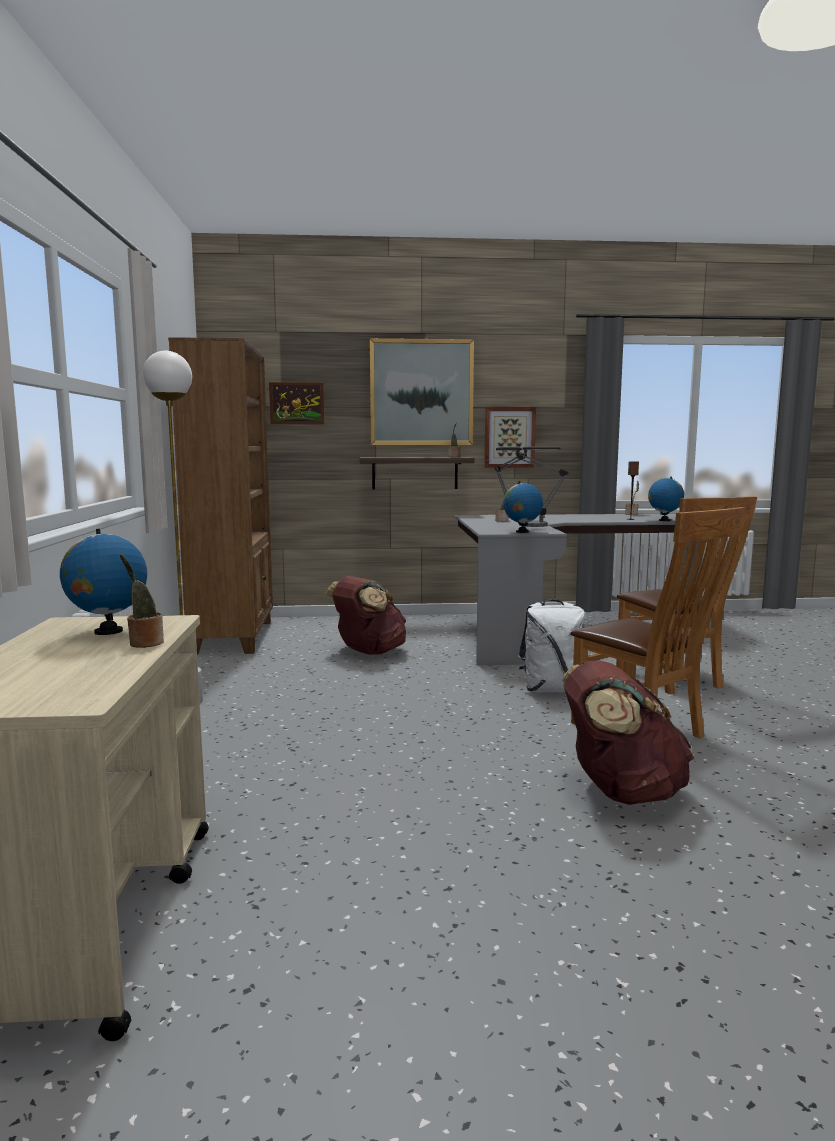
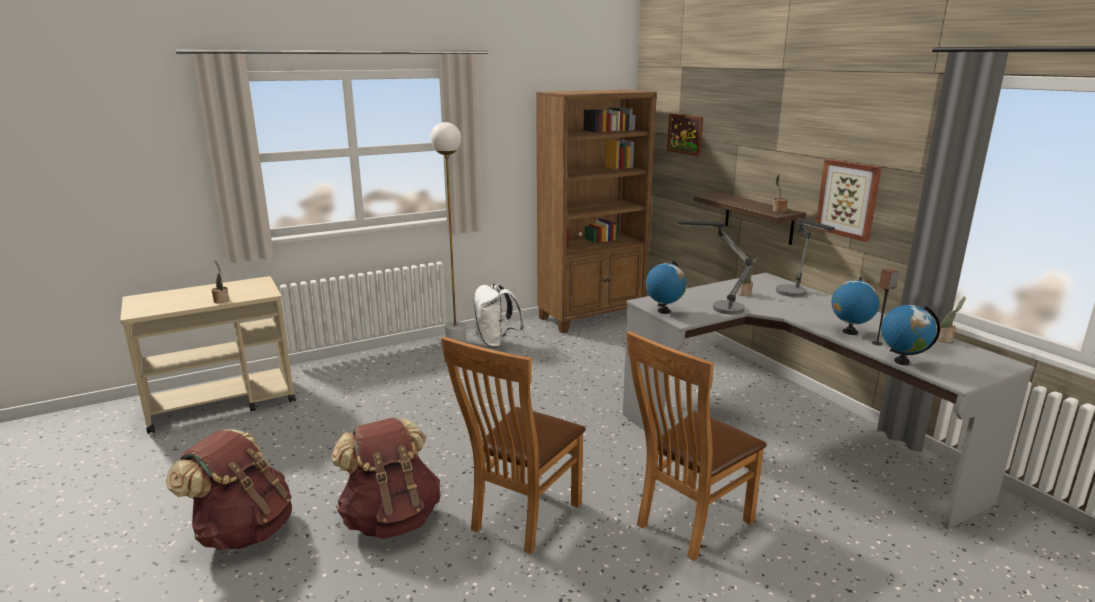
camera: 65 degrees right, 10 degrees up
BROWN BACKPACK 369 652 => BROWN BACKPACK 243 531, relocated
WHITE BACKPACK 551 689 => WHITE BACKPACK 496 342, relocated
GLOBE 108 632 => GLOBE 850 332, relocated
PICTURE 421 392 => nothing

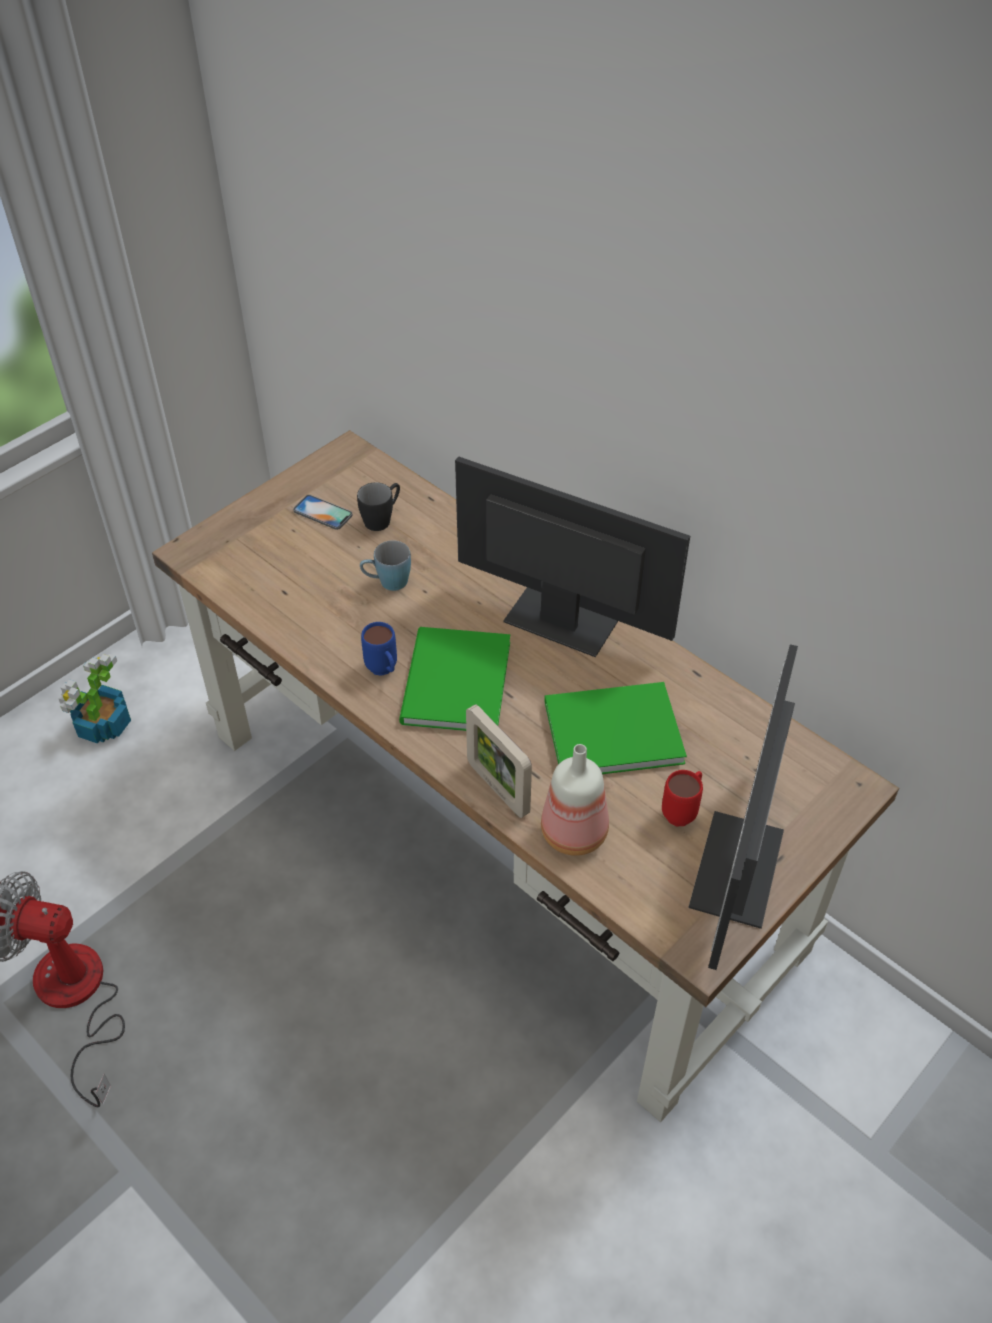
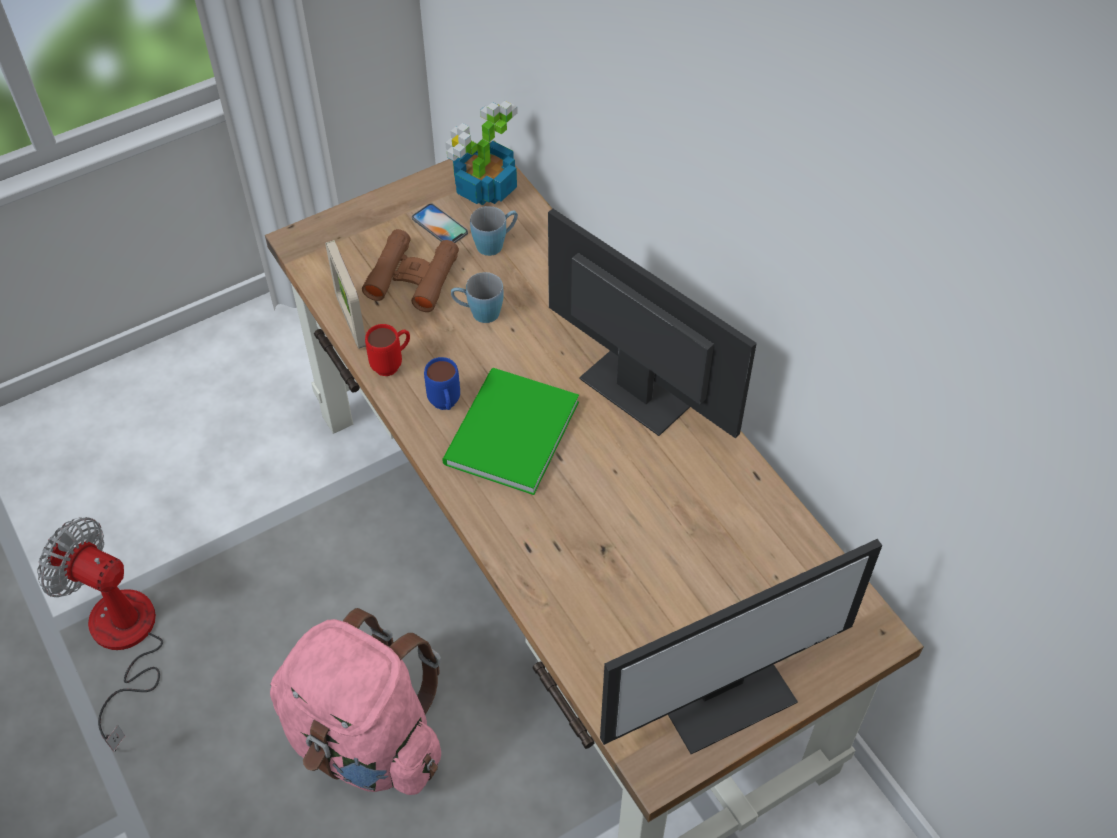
camera: 15 degrees right, 5 degrees up
nothing => PINK BACKPACK 365 739
PICTURE FRAME 498 788 => PICTURE FRAME 351 321, relocated
nothing => BROWN BINOCULARS 412 277
RED MUG 683 811 => RED MUG 392 364, relocated
POTTED PLANT 102 725 => POTTED PLANT 484 187, relocated
BLACK MUG 382 518 => BLUE MUG 495 243
MONITOR 739 870 => MONITOR 725 694, 150 degrees counterclockwise
BOTTLE 576 832 => nothing
GREEN BOOK 608 730 => nothing

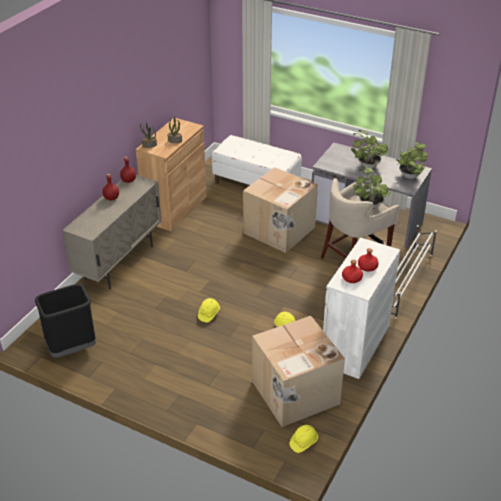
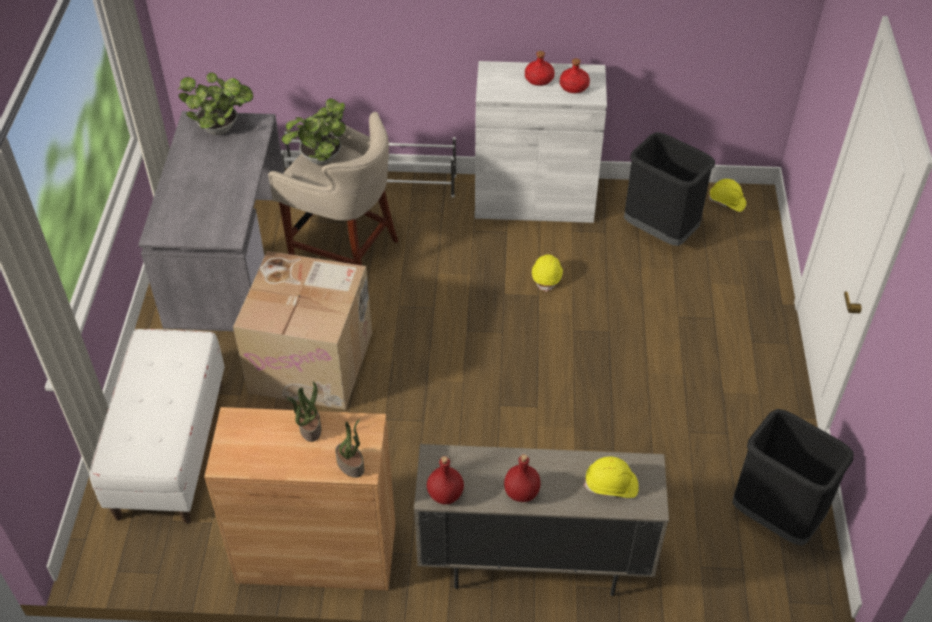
camera: 115 degrees left, 10 degrees up
YELLOW HARD HAT 209 314 => YELLOW HARD HAT 611 485, relocated
CARDBOARD BOX 295 393 => BLACK TRASH CAN 660 231
POTTED PLANT 367 165 => nothing

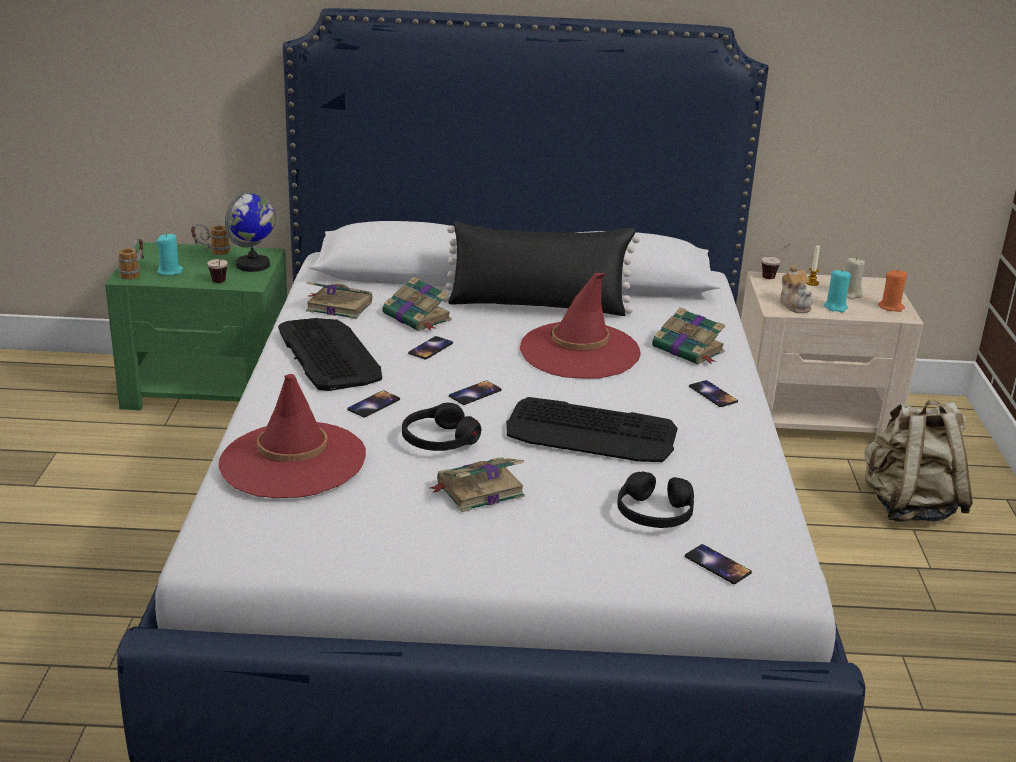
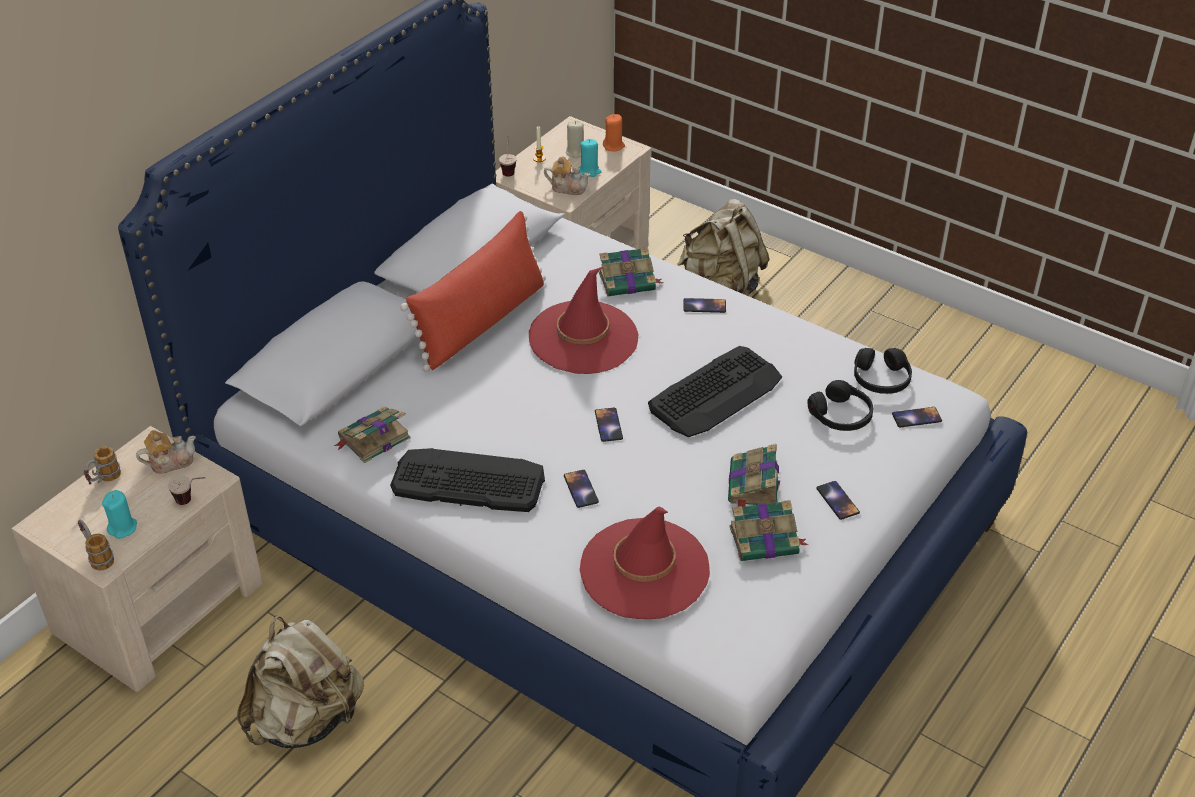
camera: 55 degrees left, 15 degrees up
GREEN NIGHTSTAND 208 387 => BEIGE NIGHTSTAND 160 606
GLOBE 253 265 => TEAPOT 170 462
nothing => BEIGE BACKPACK 306 720
BLACK PILLOW 538 306 => RED PILLOW 481 322
BOOK 418 317 => BOOK 765 540, relocated
PHONE 431 348 => PHONE 837 500, relocated
BLACK HEADPHONES 438 440 => BLACK HEADPHONES 881 379, relocated

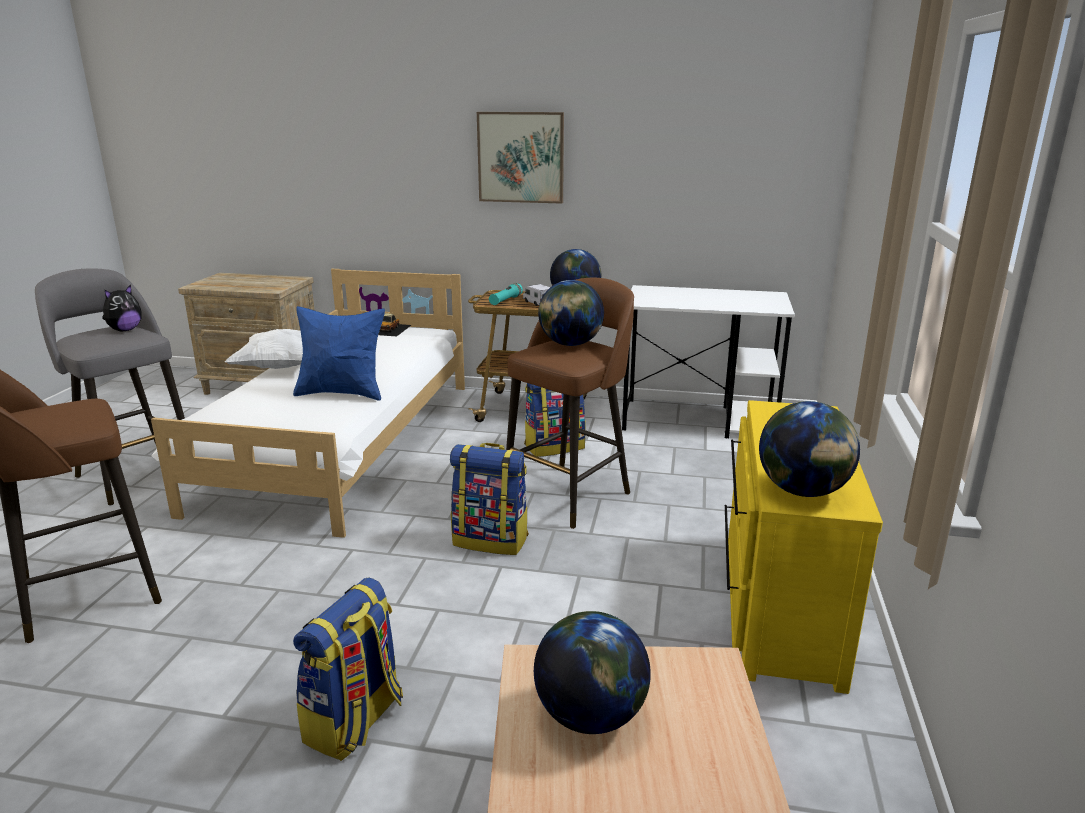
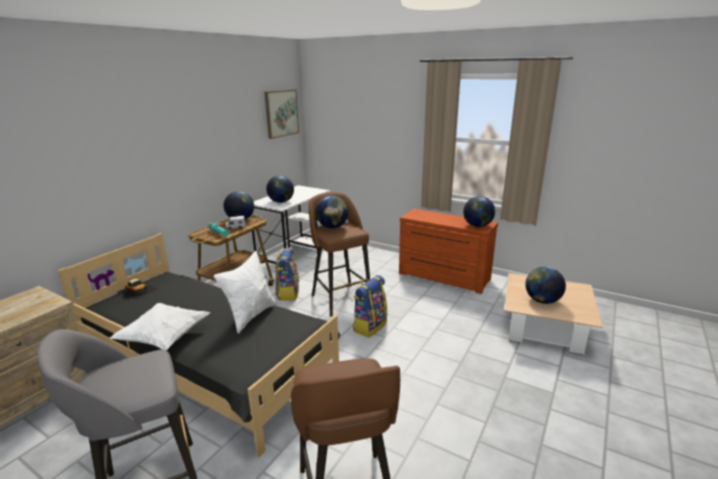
camera: 70 degrees left, 0 degrees up
WHITE BED 344 443 => BLACK BED 209 363
BLUE PILLOW 342 393 => WHITE PILLOW 251 315
PICTURE 521 157 => PICTURE 281 113, relocated
nothing => GLOBE 281 202
YELLOW DRESSER 776 604 => BROWN DRESSER 443 277
PLUSH TOY 125 330 => nothing
BACKPACK 355 722 => nothing

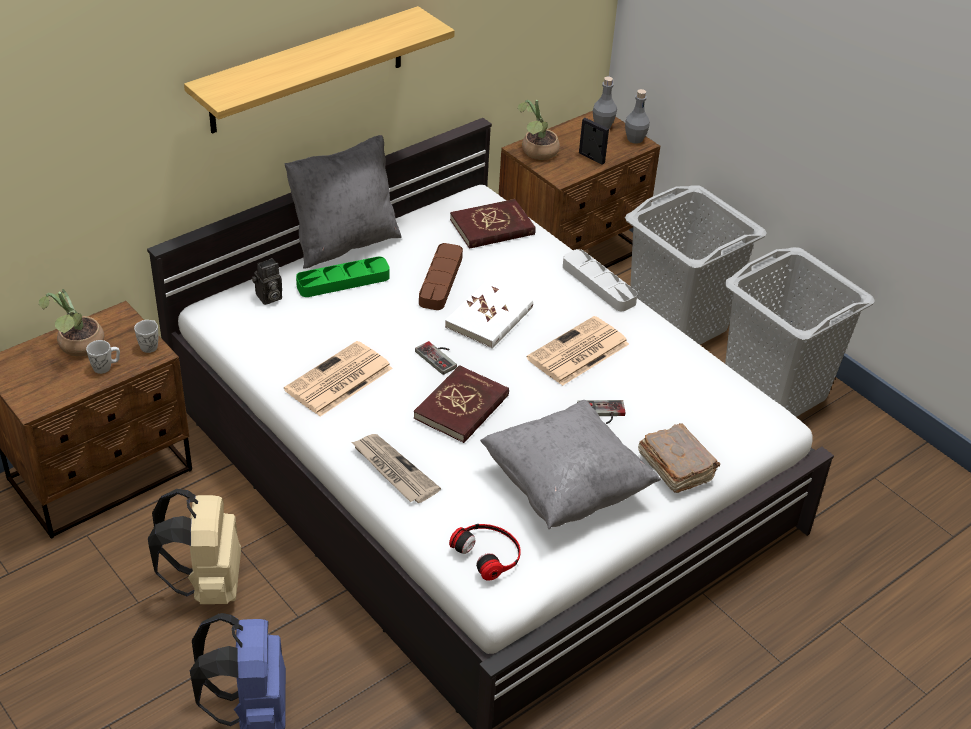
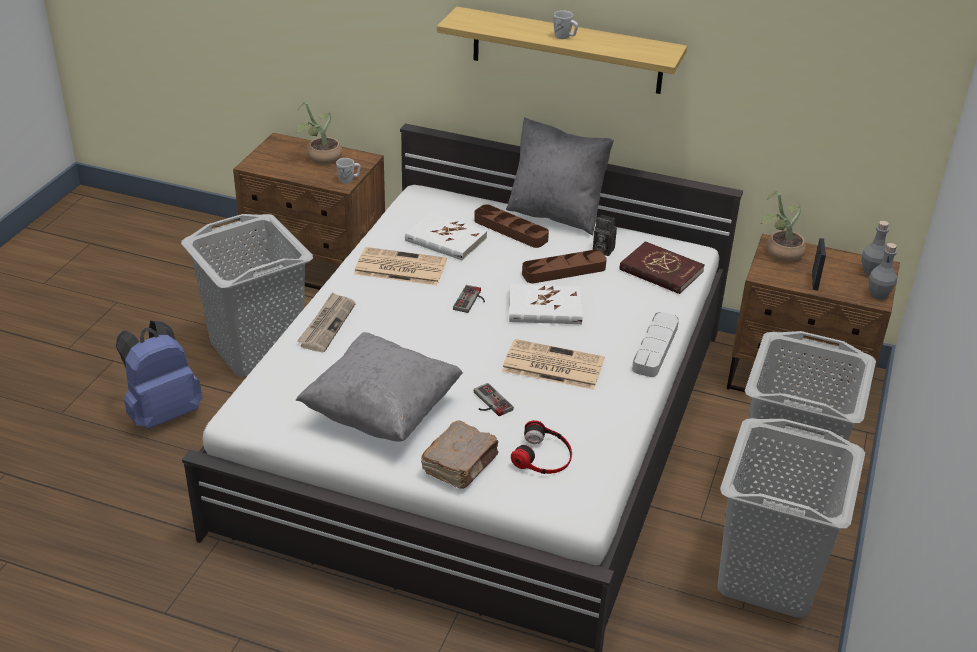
camera: 60 degrees right, 5 degrees down
BEIGE BACKPACK 206 583 => GREY LAUNDRY BASKET 257 348
nothing => WHITE BOOK 445 239
GREEN TRAY 343 281 => BROWN TRAY 510 230
HEADPHONES 488 553 => HEADPHONES 543 456, relocated
WHITE MUG 106 367 => WHITE MUG 565 37, relocated
PHOTO CAMERA 268 298 => PHOTO CAMERA 601 250, relocated
RED BOOK 462 407 => nothing

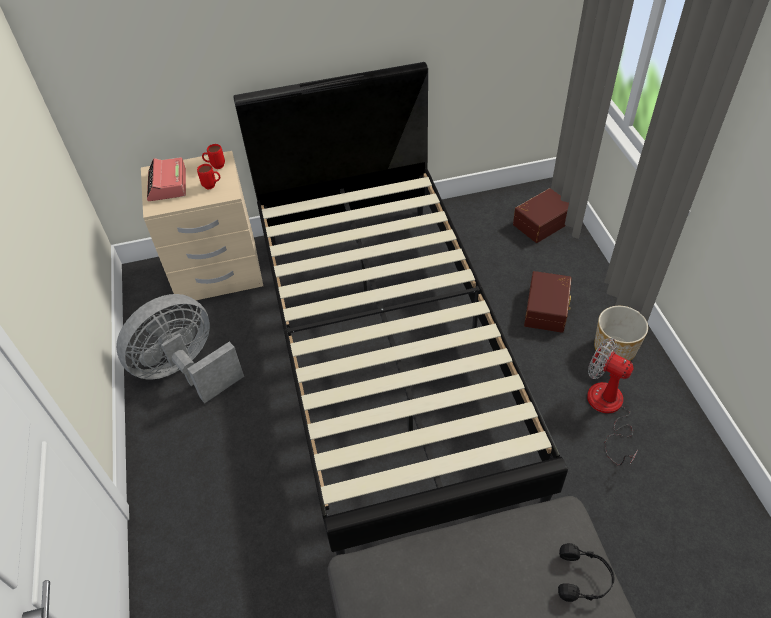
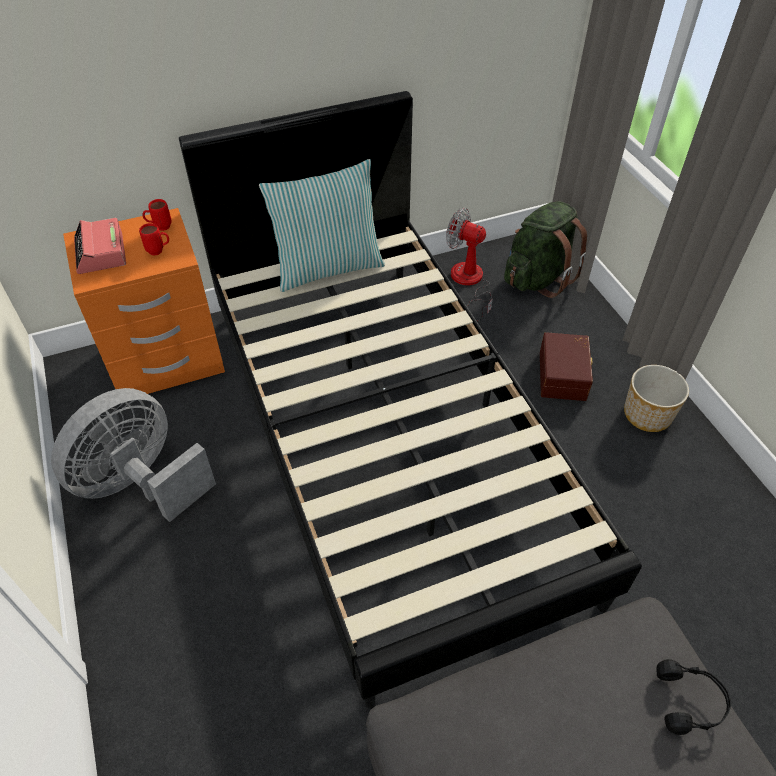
camera: 10 degrees left, 0 degrees up
BEIGE NIGHTSTAND 218 273 => ORANGE NIGHTSTAND 167 360
nothing => PILLOW 328 267
FAN 607 410 => FAN 469 283, relocated
BROWN STORAGE BOX 540 222 => GREEN BACKPACK 538 278

